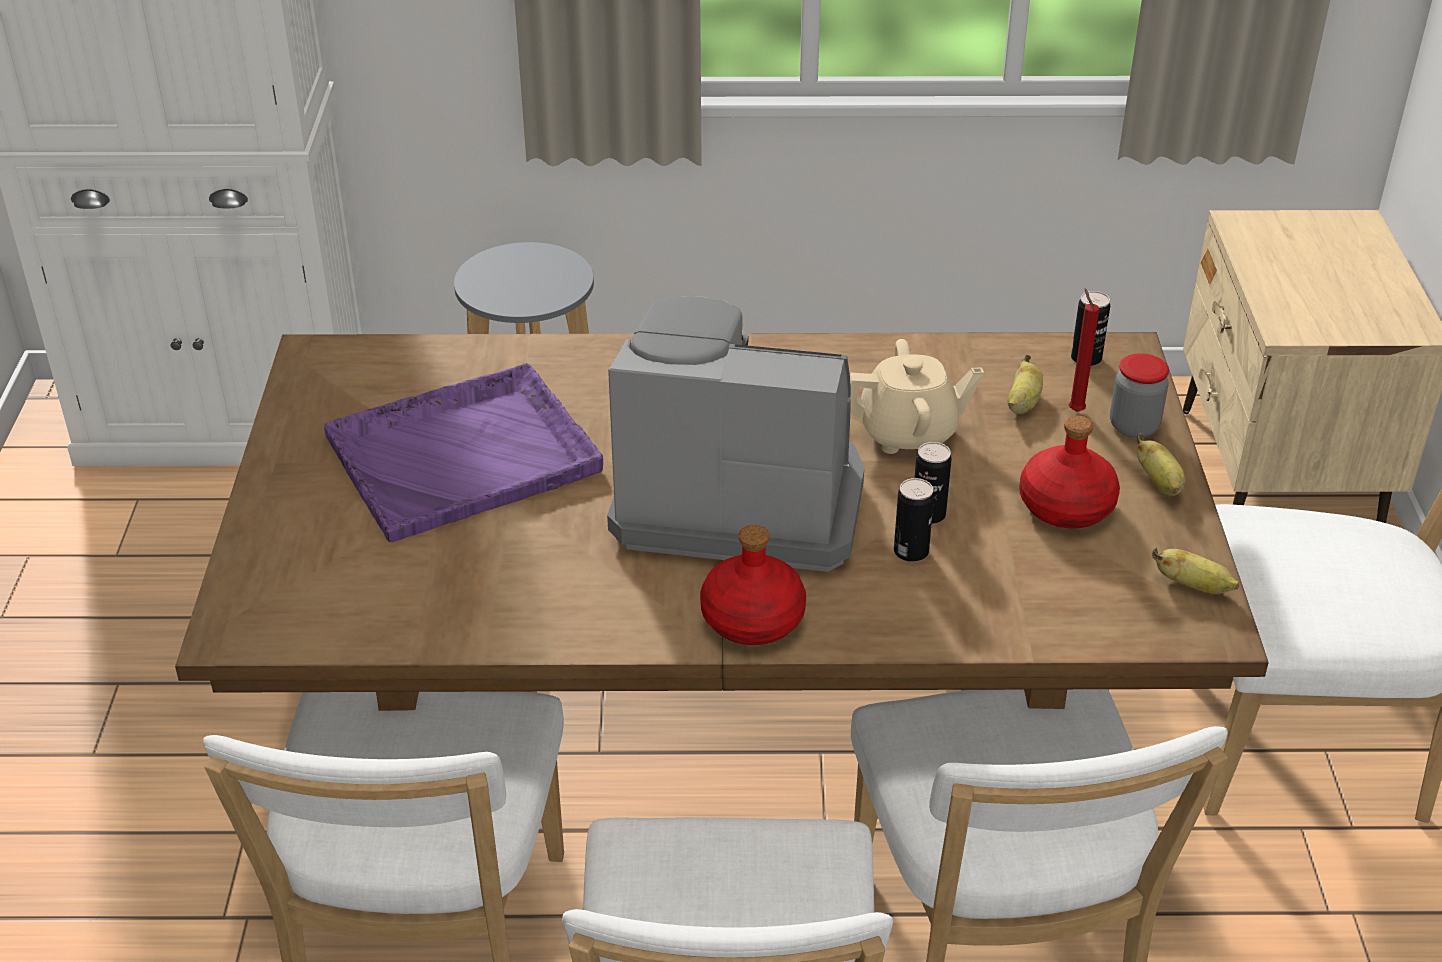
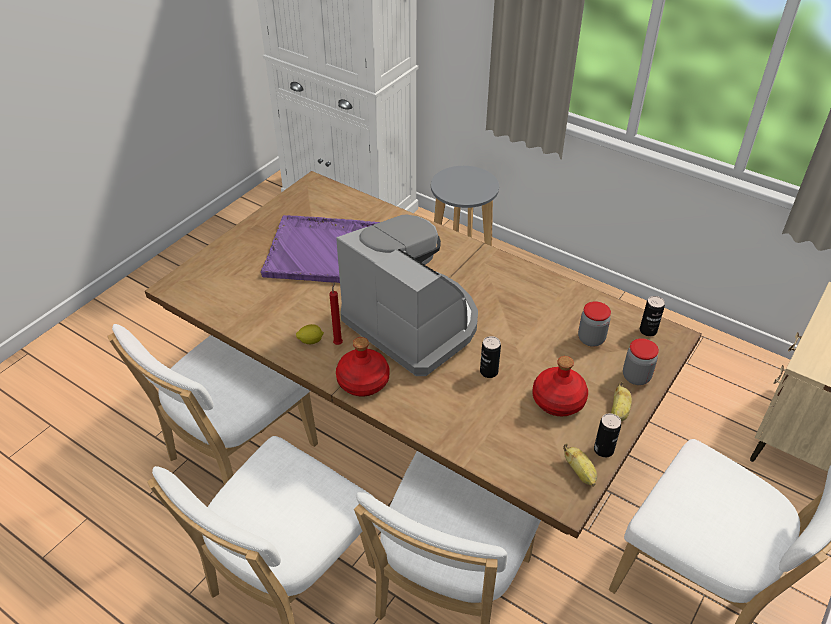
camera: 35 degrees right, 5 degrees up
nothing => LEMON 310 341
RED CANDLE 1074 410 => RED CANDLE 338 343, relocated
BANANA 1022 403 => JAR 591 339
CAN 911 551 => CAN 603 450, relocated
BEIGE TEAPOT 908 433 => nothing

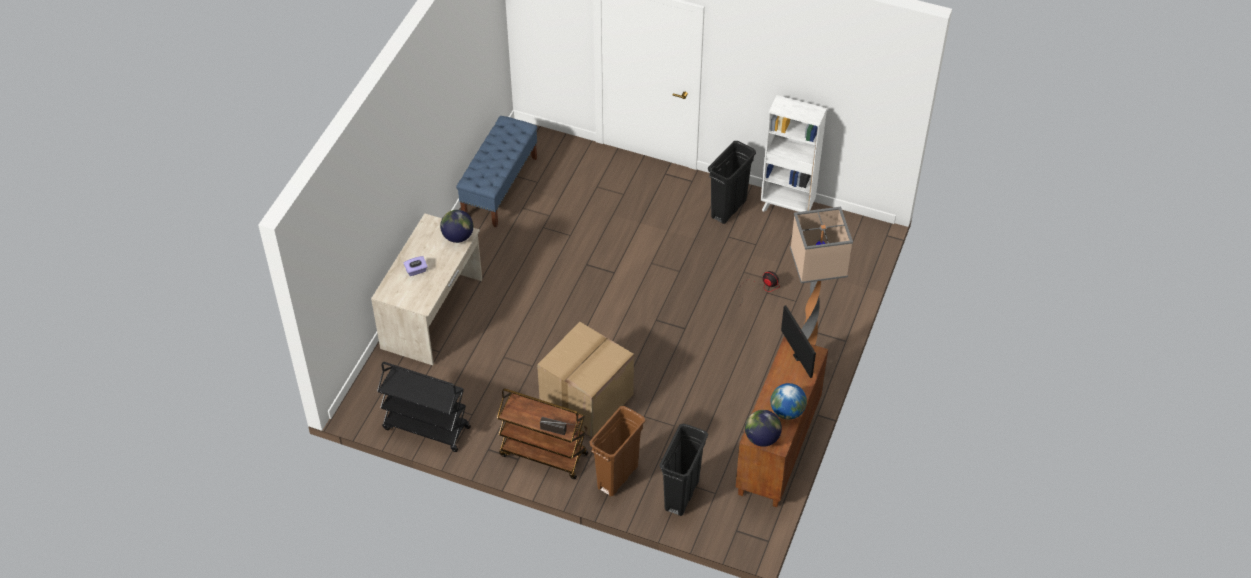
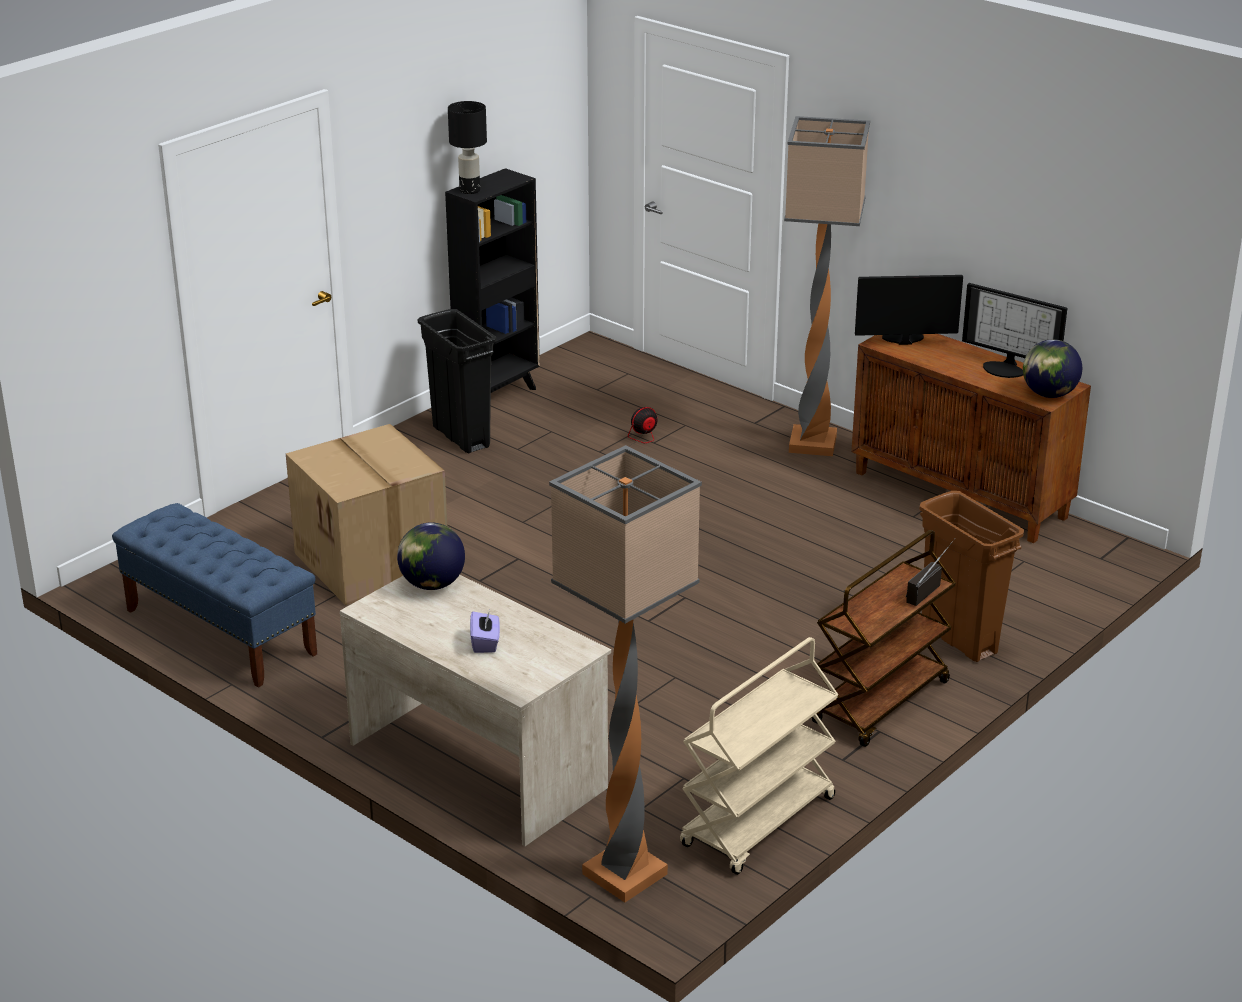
camera: 70 degrees left, 20 degrees down
CARDBOARD BOX 587 401 => CARDBOARD BOX 374 562, relocated
WHITE BOOKCASE 787 208 => BLACK BOOKCASE 498 394
nothing => BLACK TABLE LAMP 469 190
nothing => FLOOR LAMP 624 872
BLACK CART 426 428 => BEIGE CART 758 823
GLOBE 787 412 => MONITOR 1005 368
BLACK TRASH CAN 681 495 => nothing

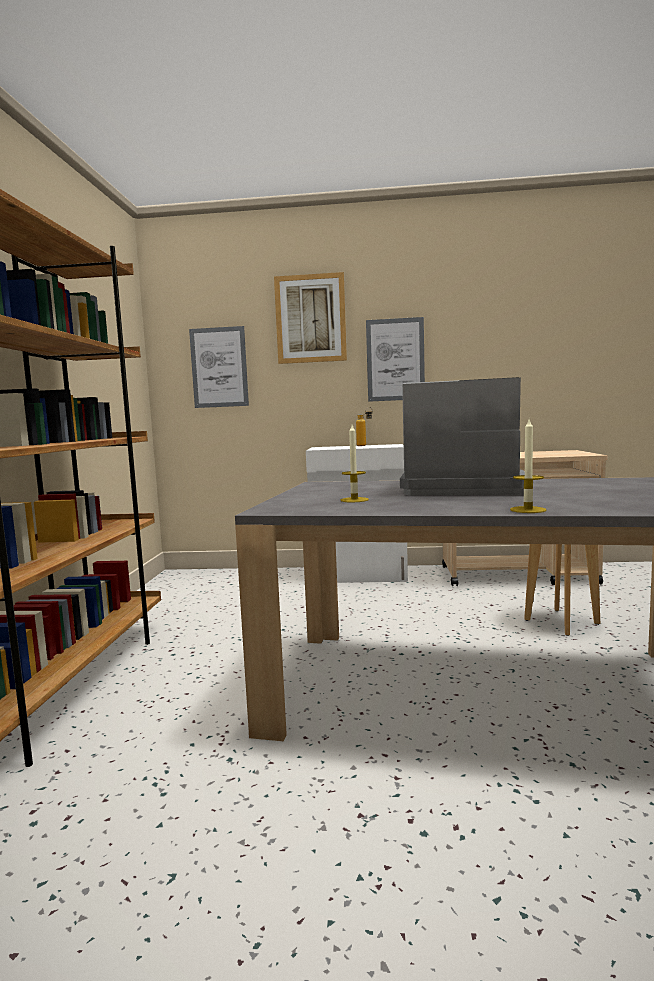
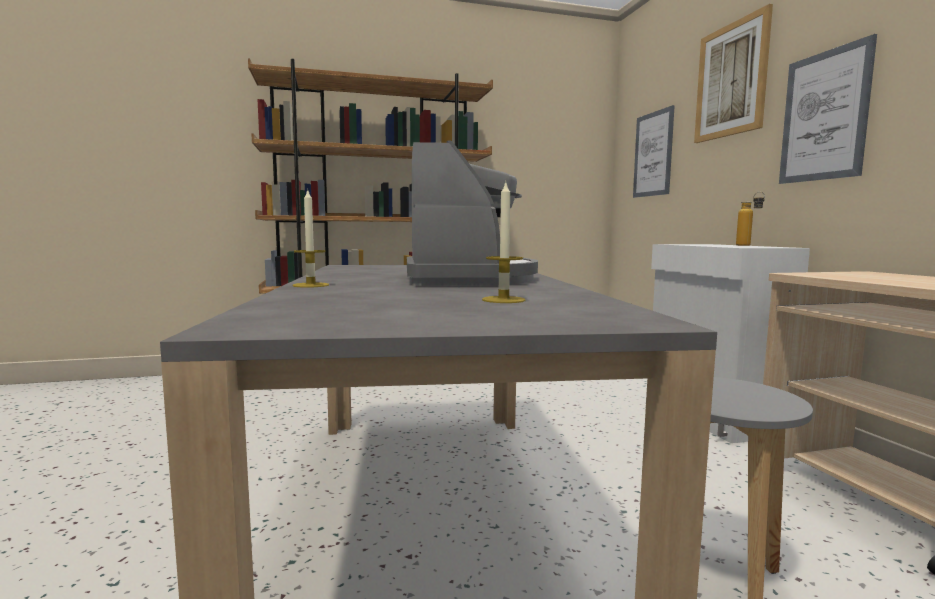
camera: 70 degrees right, 0 degrees up
CANDLE 354 500 => CANDLE 503 300, relocated

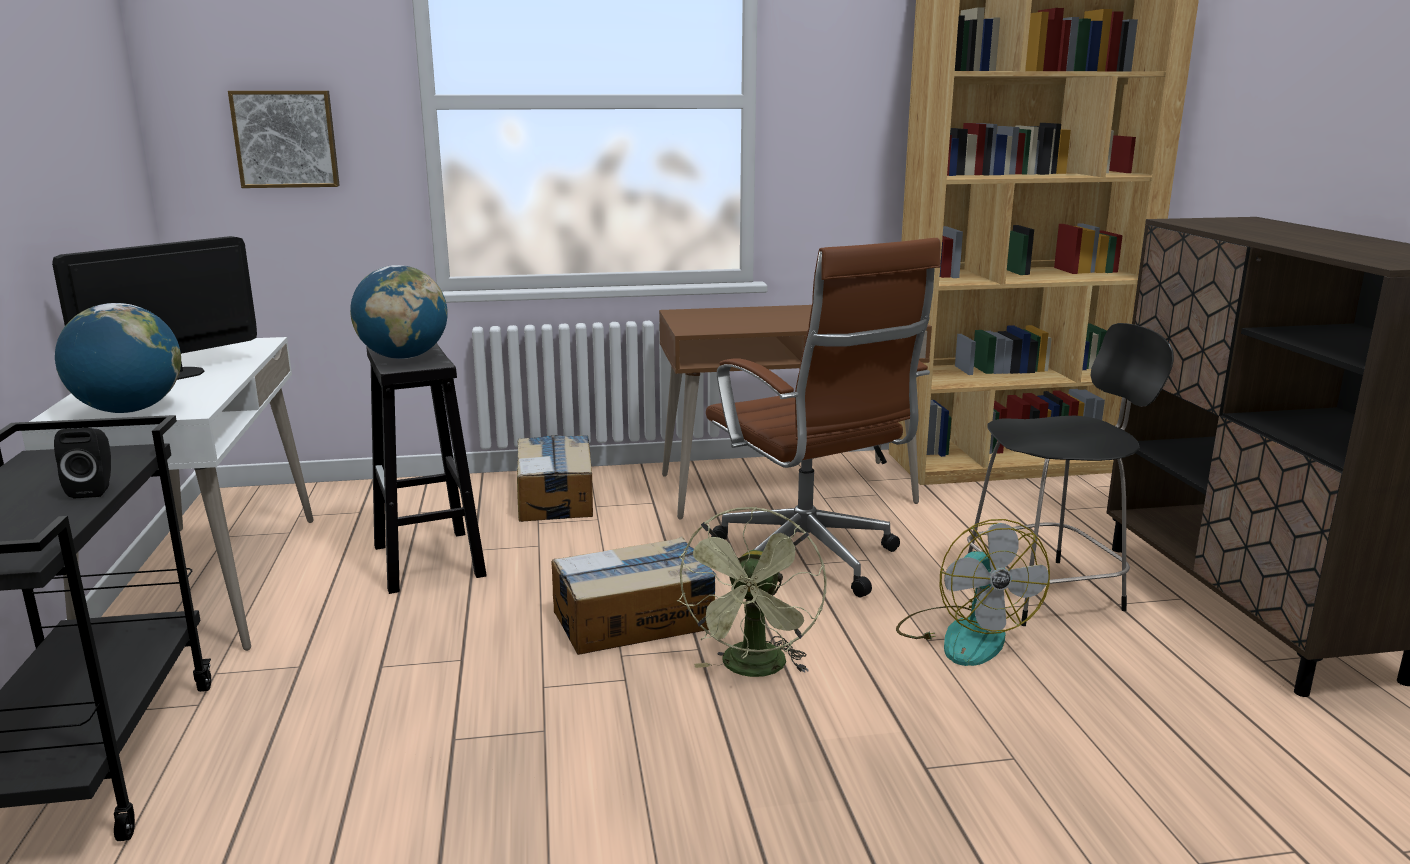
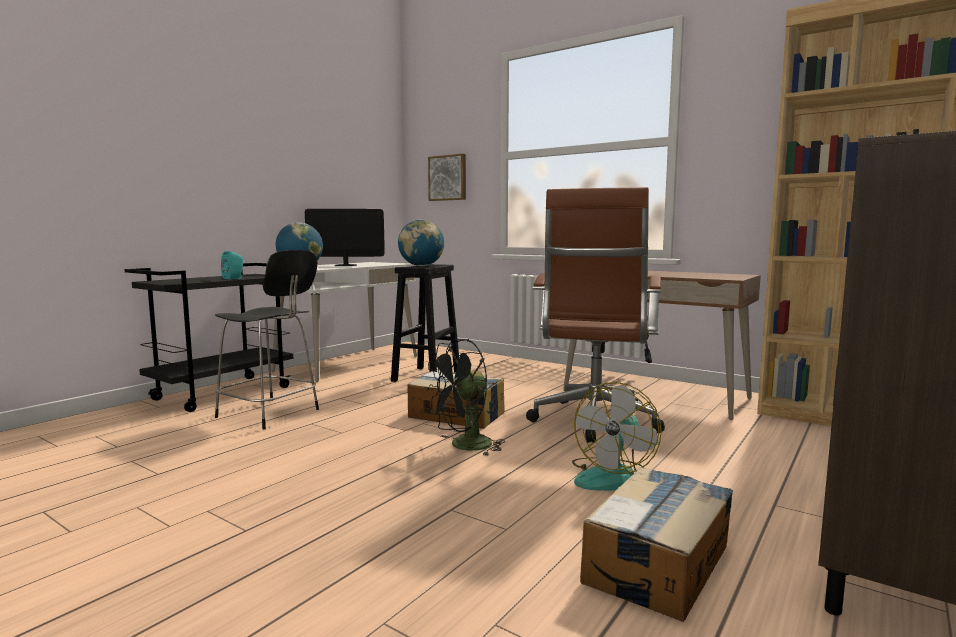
camera: 45 degrees right, 10 degrees down
BLACK CHAIR 1047 591 => BLACK CHAIR 270 414, relocated
BLACK SPEAKER 94 490 => TURQUOISE SPEAKER 234 278
GREEN FAN 754 670 => BLACK FAN 464 446
CARDBOARD BOX 556 497 => CARDBOARD BOX 658 563, relocated

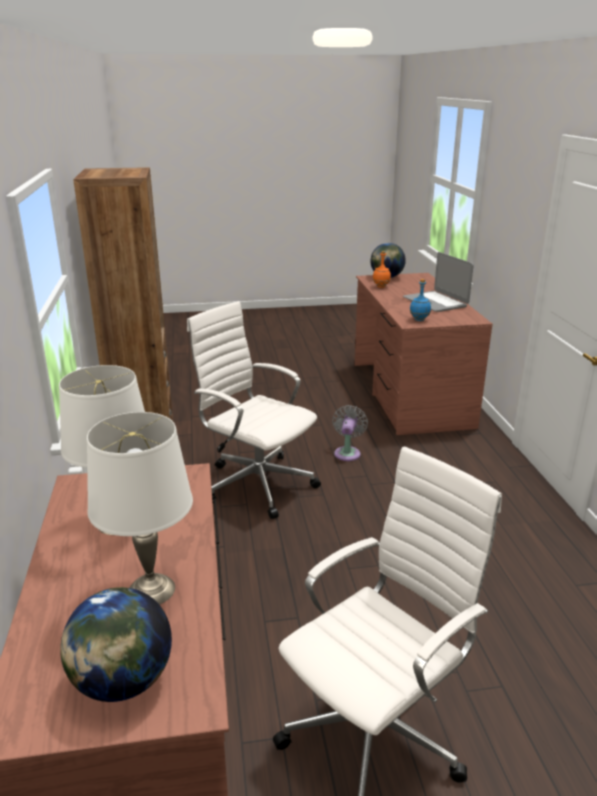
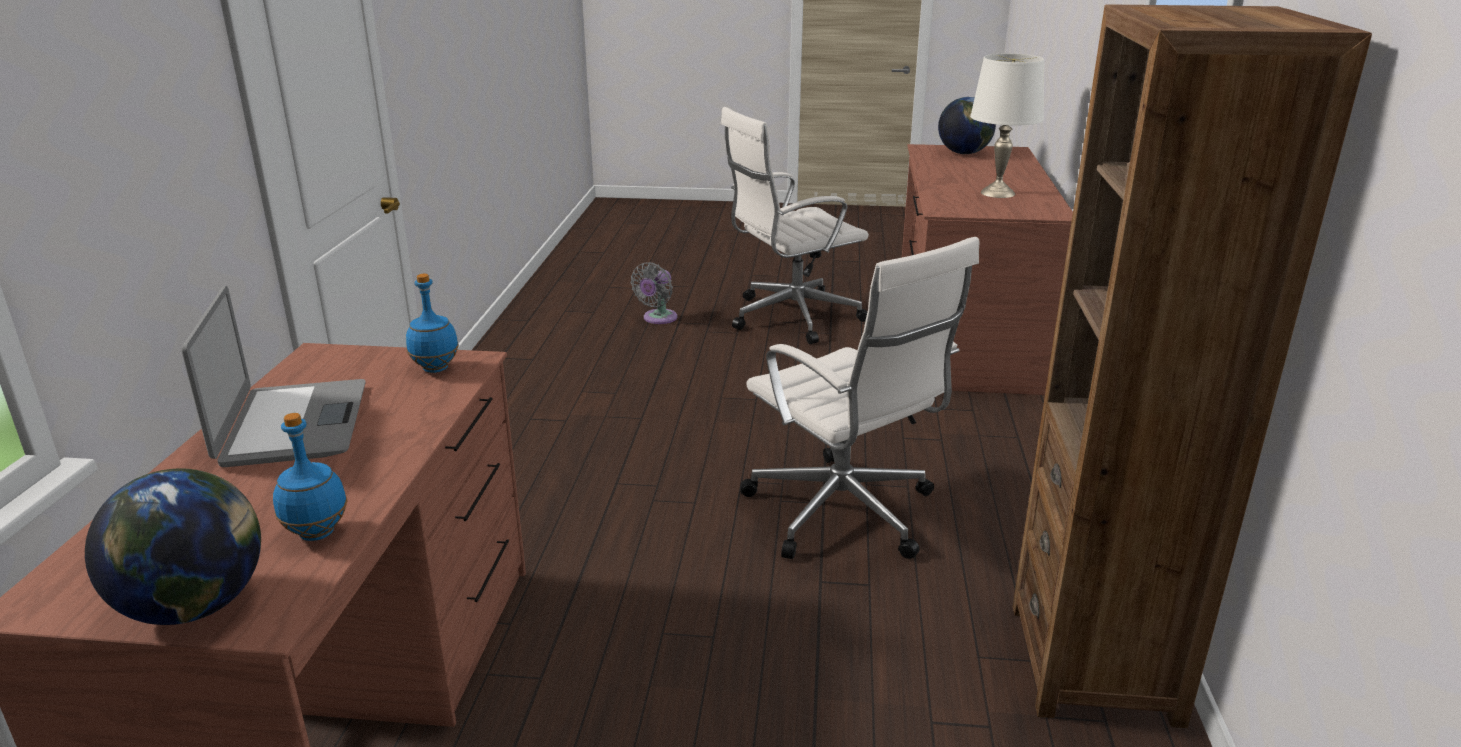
camera: 165 degrees left, 0 degrees up
ORANGE BOTTLE 381 287 => BLUE BOTTLE 316 533
GREY FAN 347 452 => GREY FAN 658 319, relocated
WHITE TABLE LAMP 152 589 => nothing

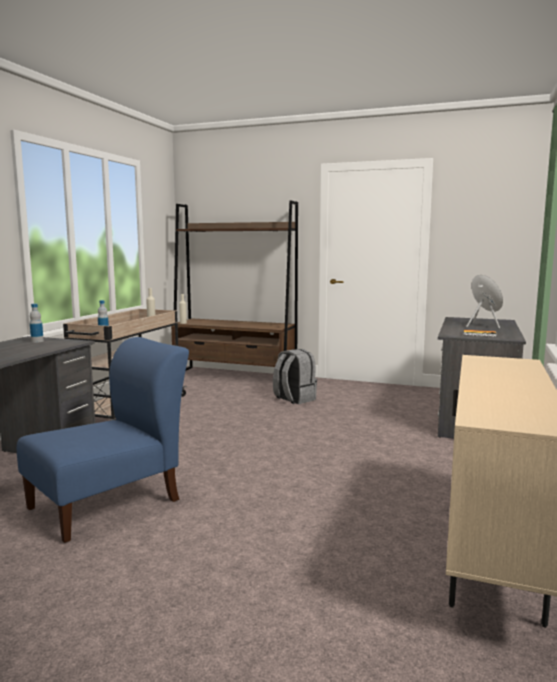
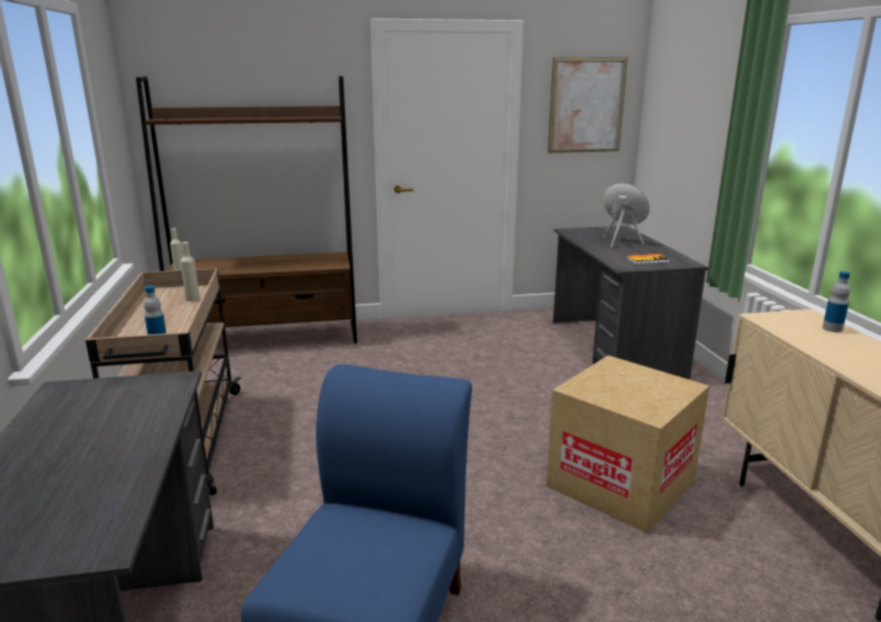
camera: 30 degrees left, 10 degrees up
nothing => CARDBOARD BOX 620 483
nothing => PICTURE 586 105
BOTTLE 37 341 => BOTTLE 832 329, relocated
GREY BACKPACK 294 399 => nothing

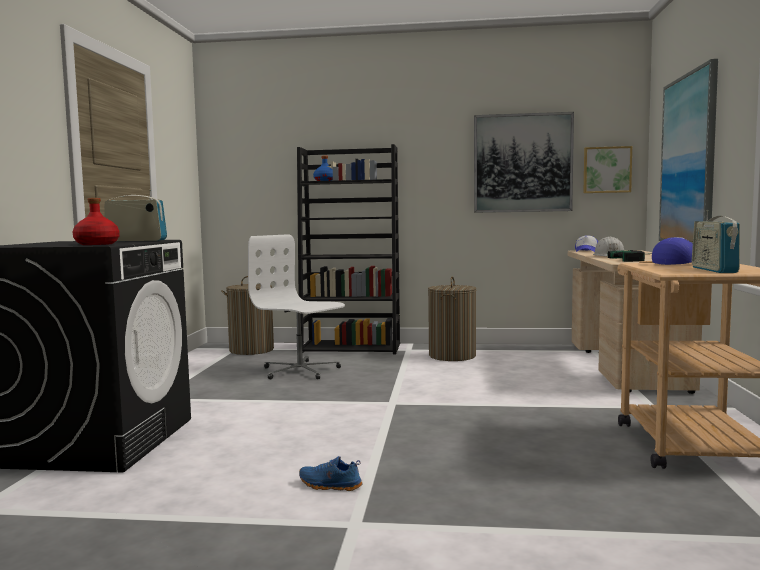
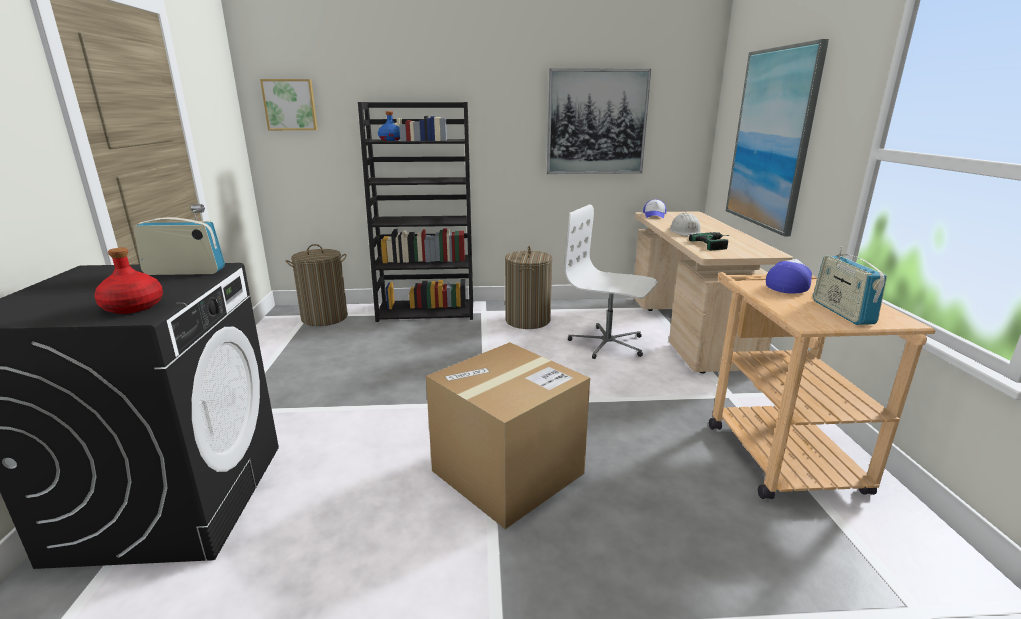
camera: 10 degrees left, 15 degrees up
PICTURE 606 170 => PICTURE 290 105, relocated
nothing => CARDBOARD BOX 507 472
WHITE OFFICE CHAIR 300 371 => WHITE OFFICE CHAIR 607 344, relocated
BLUE SHOE 329 486 => nothing

